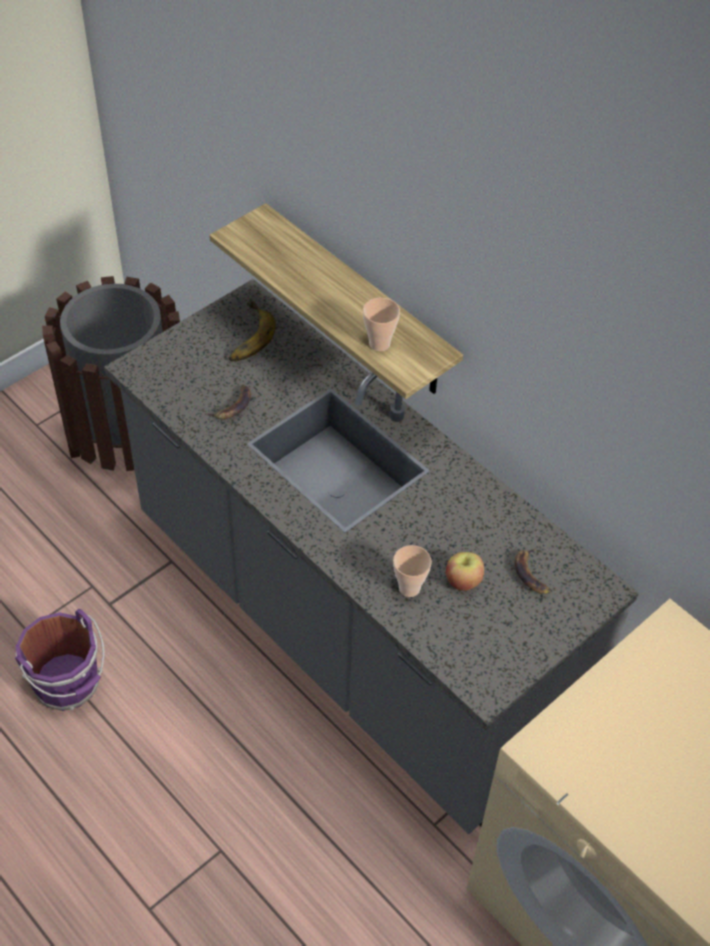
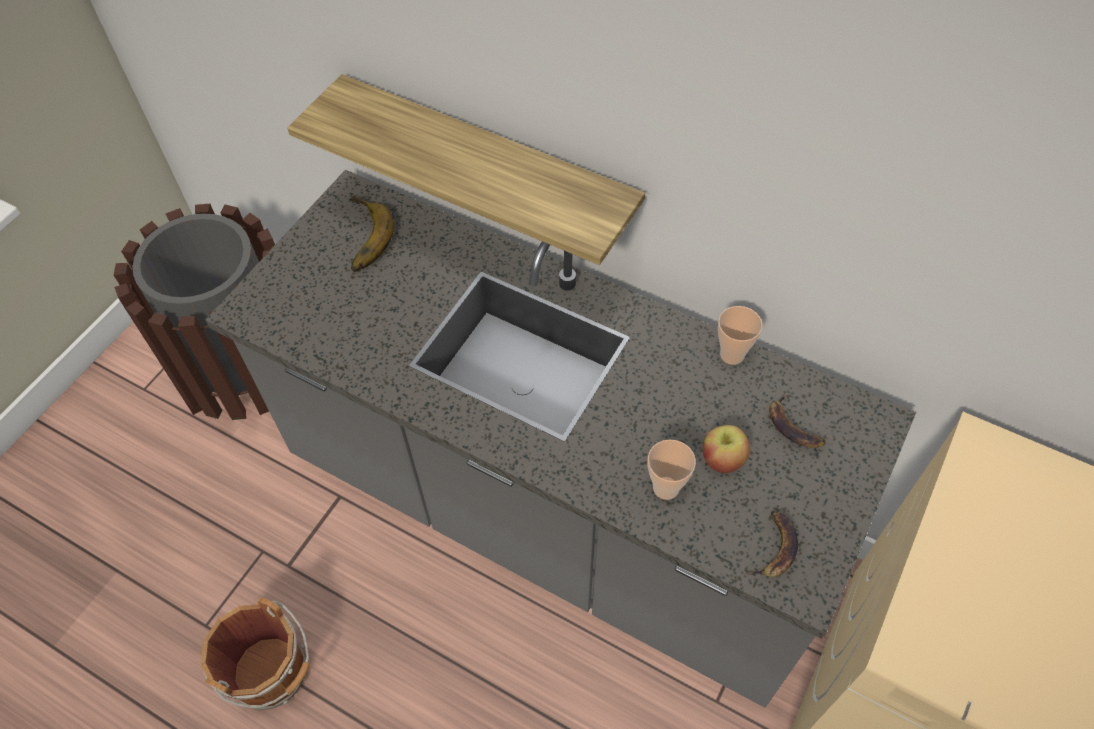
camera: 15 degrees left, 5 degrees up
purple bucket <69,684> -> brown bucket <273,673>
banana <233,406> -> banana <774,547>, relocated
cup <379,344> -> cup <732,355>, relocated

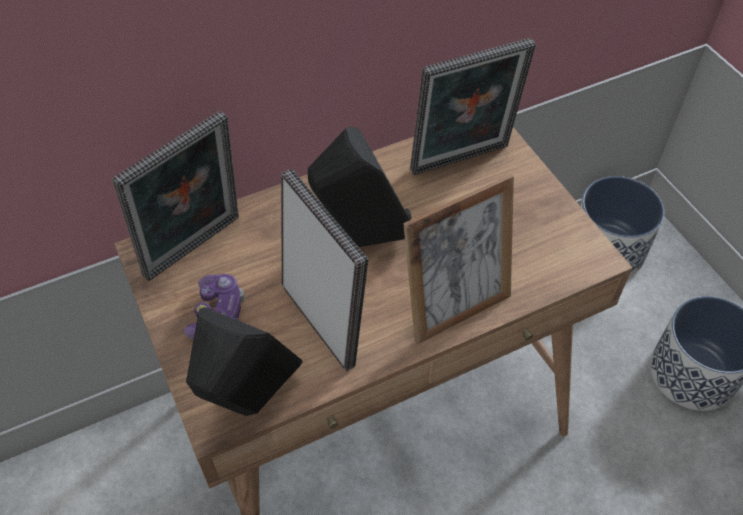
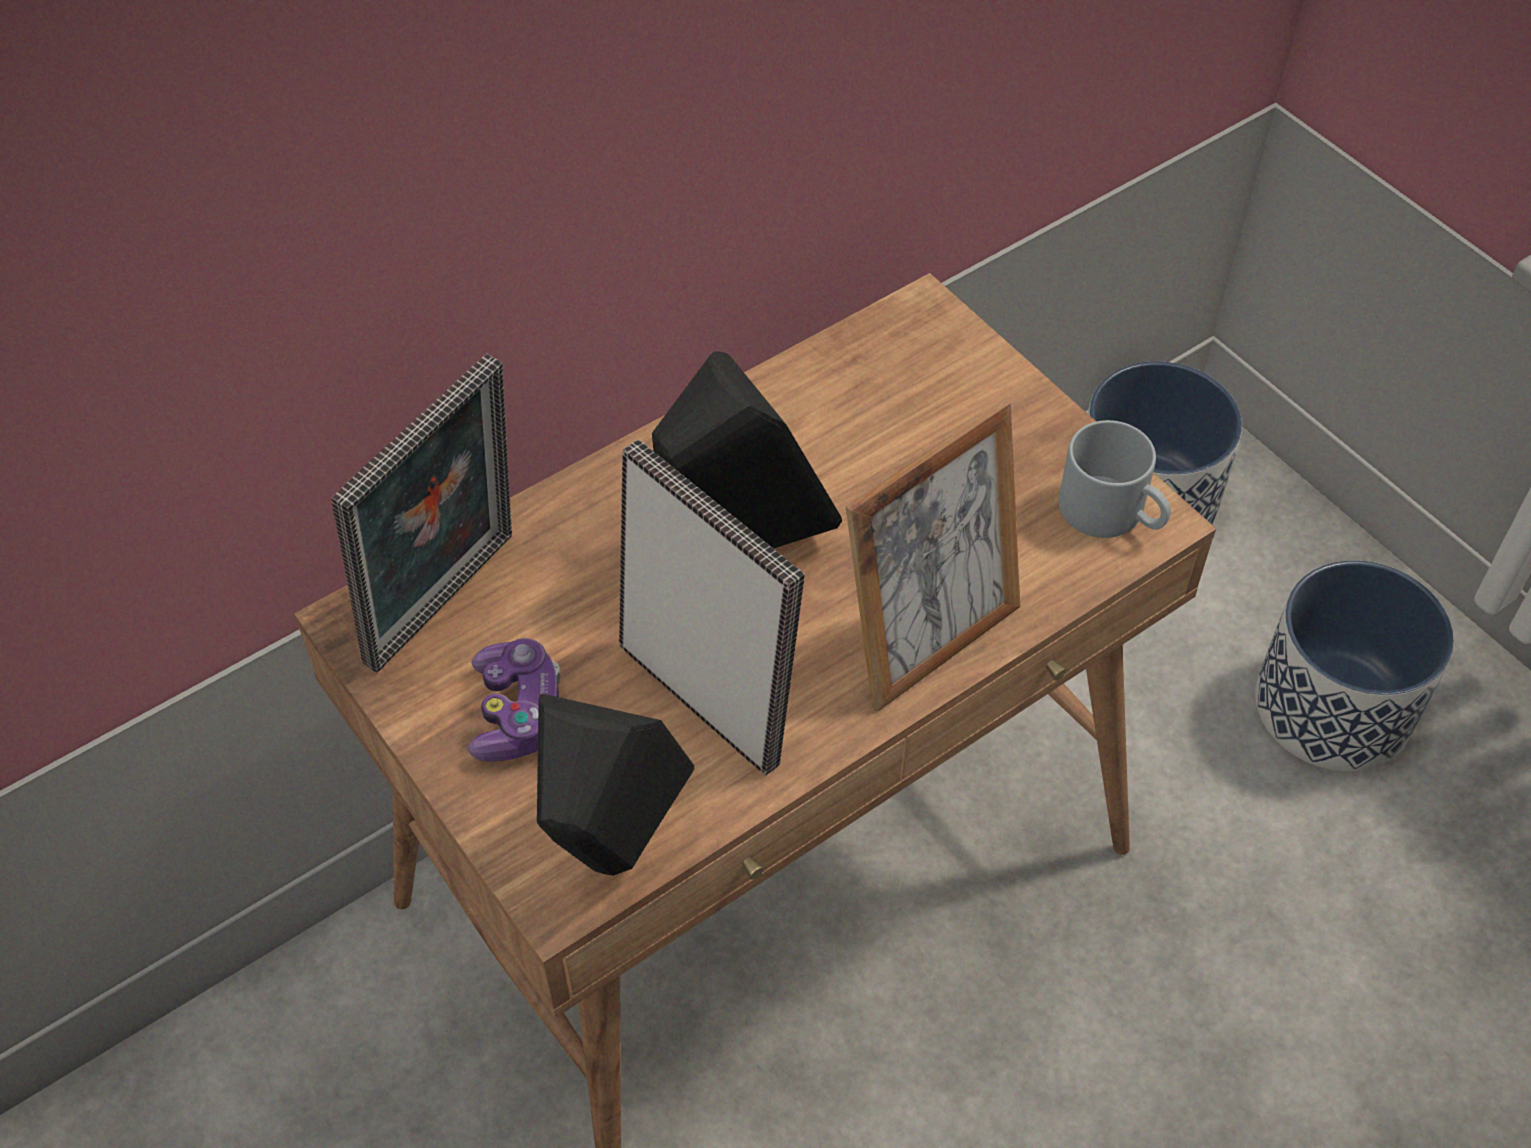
camera: 10 degrees left, 0 degrees up
picture frame <462,162> -> none
none -> grey mug <1114,513>

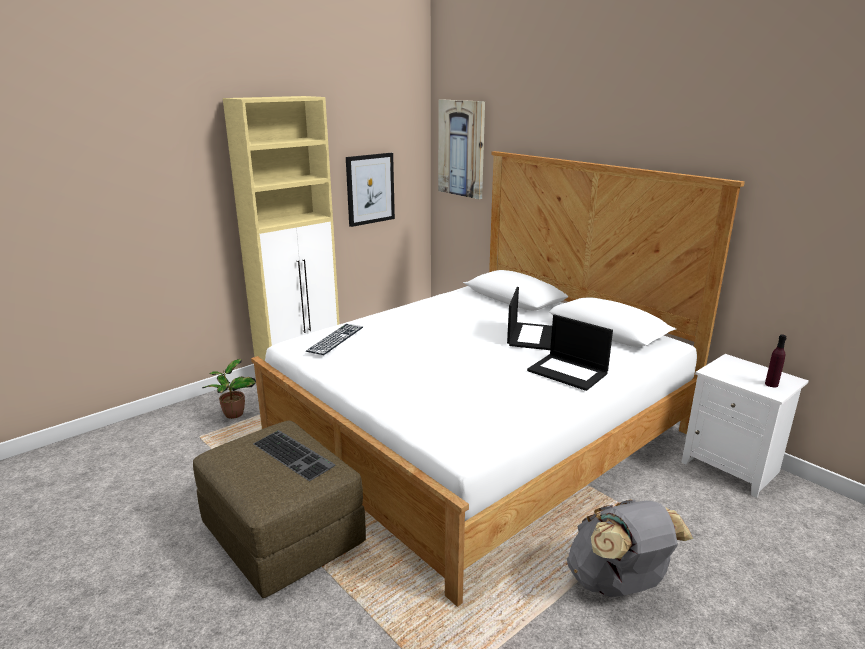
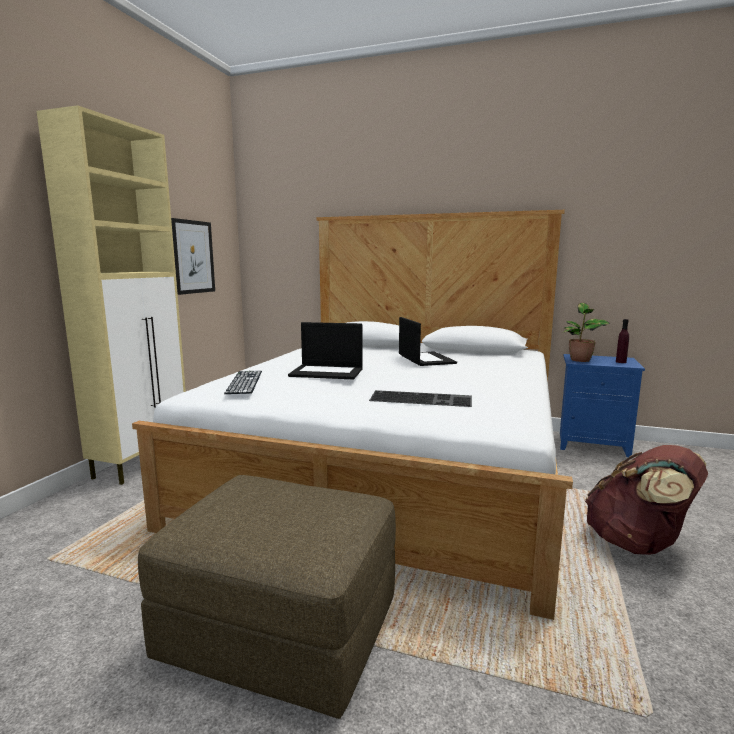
camera: 30 degrees left, 10 degrees down
potted plant <233,414> -> potted plant <580,360>, relocated
keyboard <295,454> -> keyboard <422,398>, relocated
picture <461,148> -> none
laptop <568,372> -> laptop <327,372>, relocated
grey backpack <618,584> -> brown backpack <638,544>
white nightstand <732,467> -> blue nightstand <593,444>

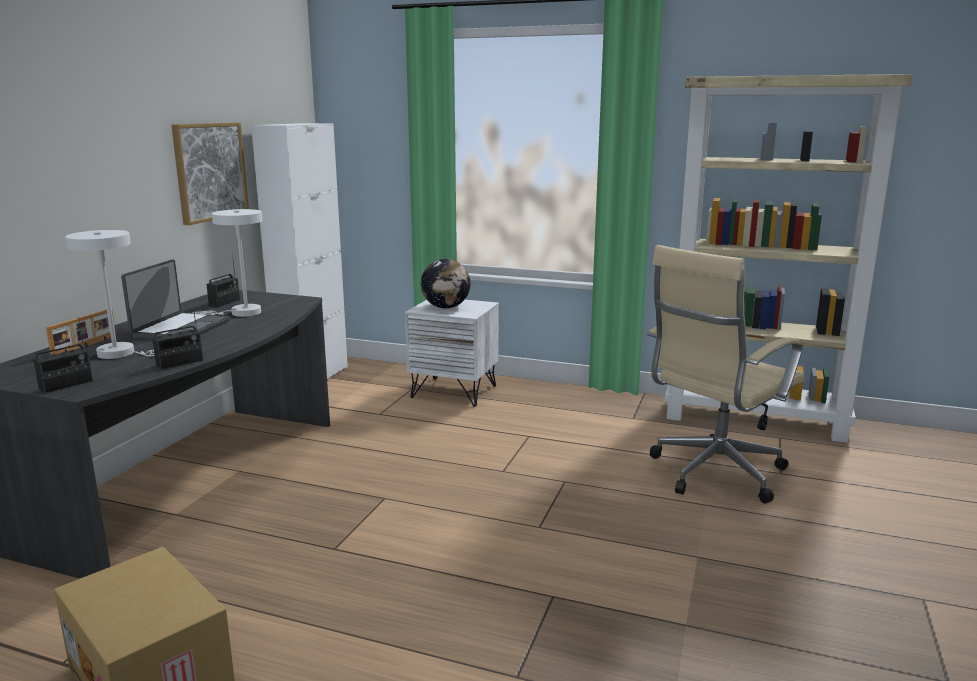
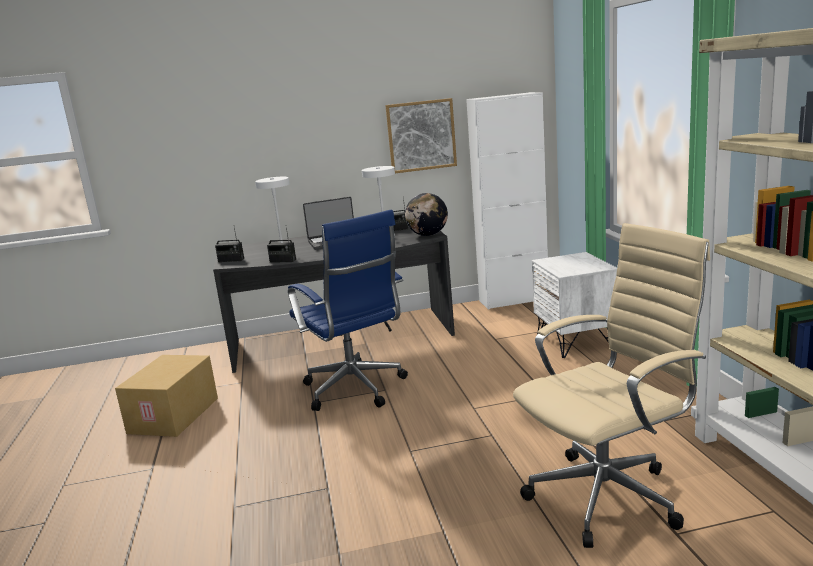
camera: 60 degrees right, 0 degrees up
picture frame <85,346> -> none
globe <446,307> -> globe <428,235>, relocated
beige office chair <713,474> -> beige office chair <609,495>, 135 degrees clockwise
none -> blue office chair <356,390>

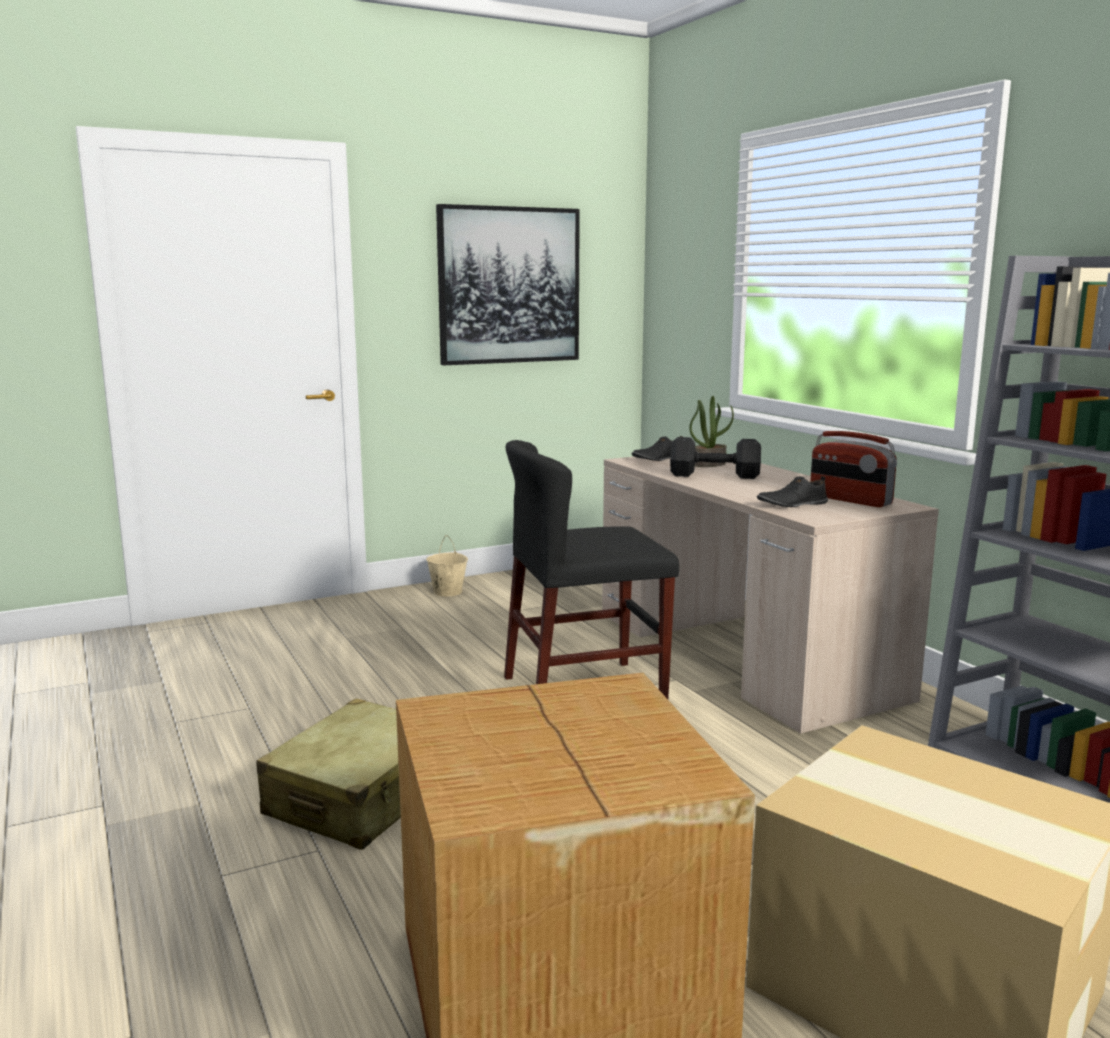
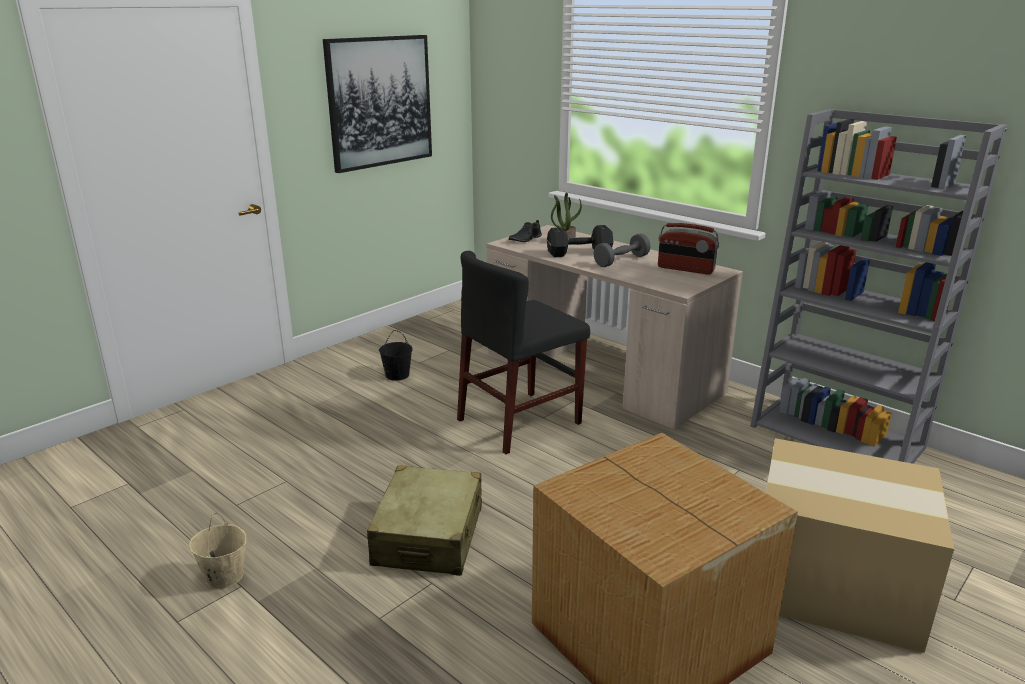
camera: 20 degrees left, 10 degrees up
beige bucket <447,592> -> beige bucket <224,576>, relocated
black shoe <792,504> -> none
none -> black bucket <397,375>
none -> grey dumbbell <621,261>

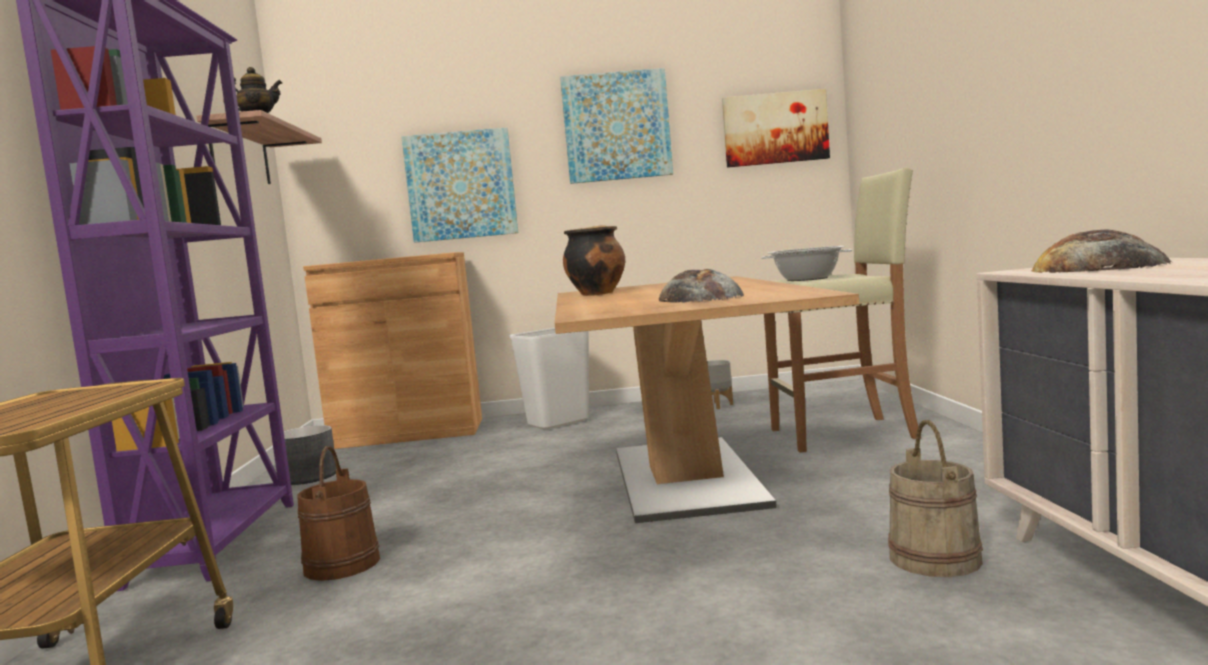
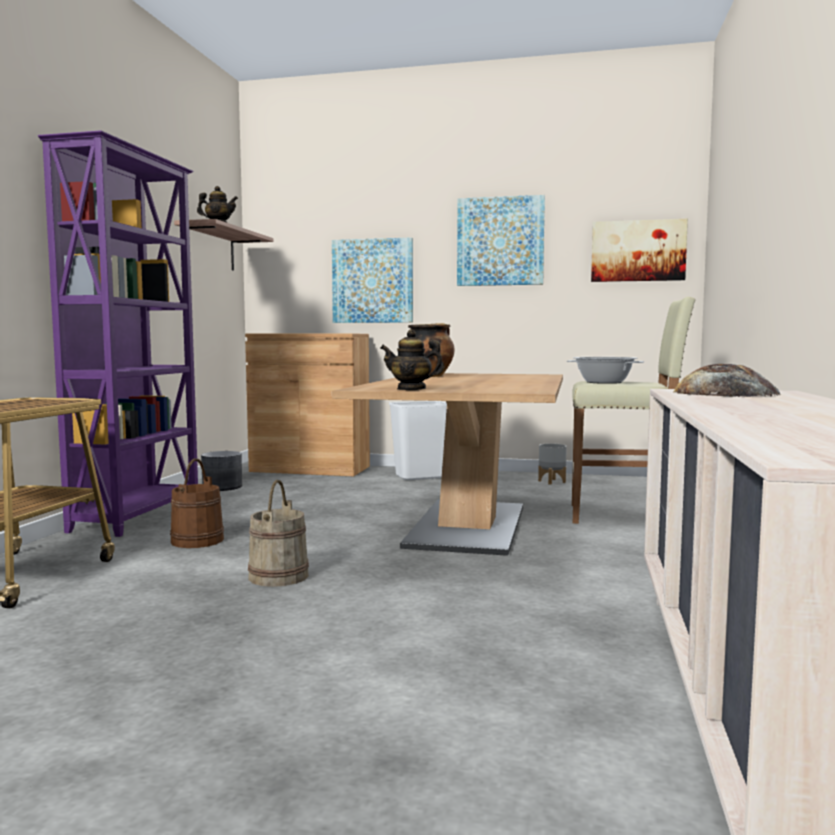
camera: 15 degrees right, 0 degrees up
bread <700,298> -> none
beige bucket <934,558> -> beige bucket <278,576>, relocated
none -> teapot <411,389>

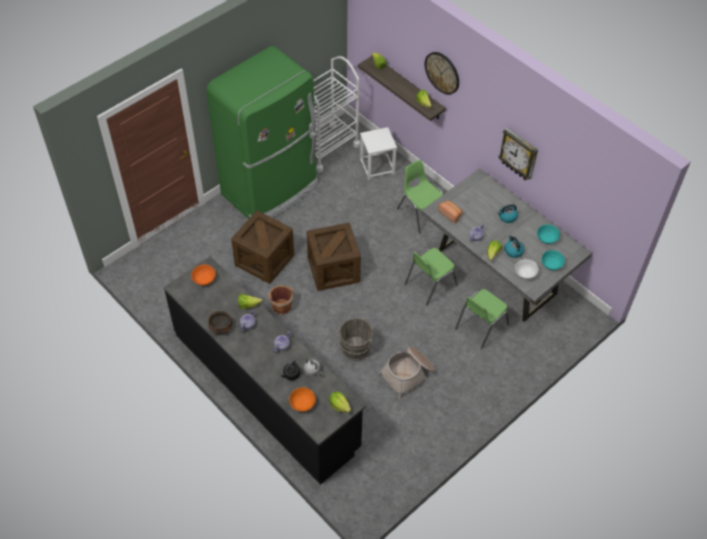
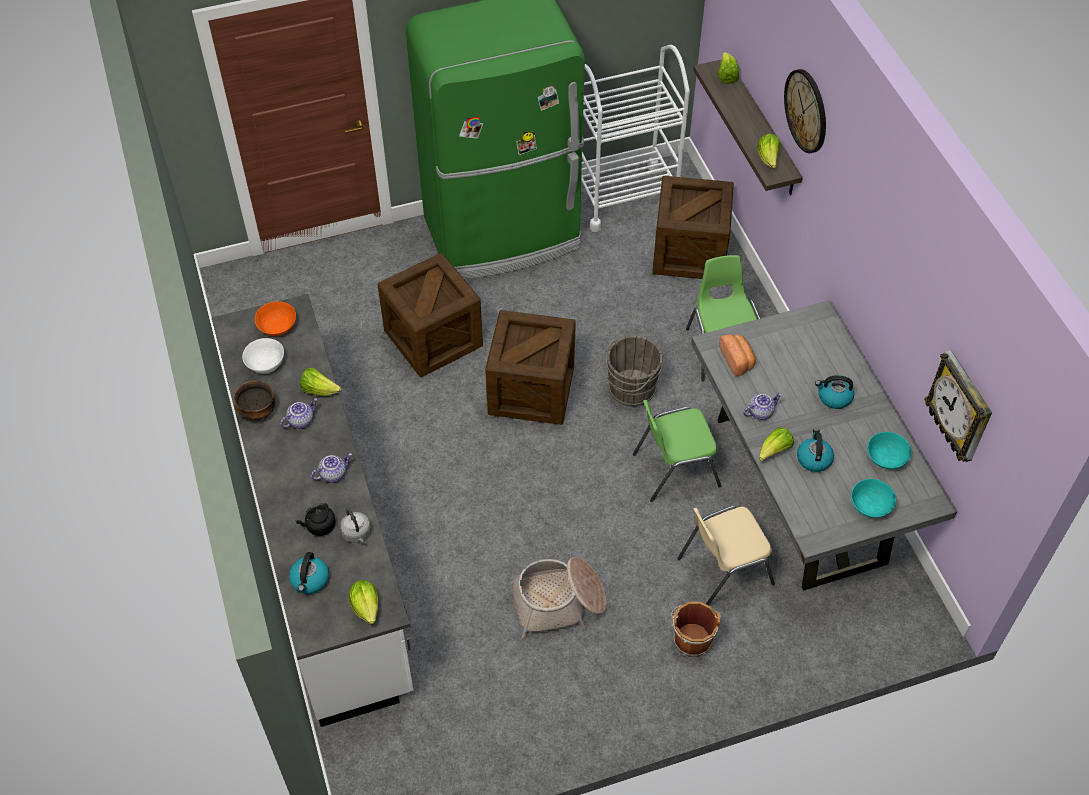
camera: 25 degrees right, 0 degrees up
black counter <266,390> -> white counter <323,541>
brown bucket <281,306> -> brown bucket <692,638>, relocated
orange bowl <302,403> -> kettle <310,580>
grey bucket <354,350> -> grey bucket <629,390>, relocated
white stool <377,167> -> crate <689,252>
green chair <480,326> -> beige chair <723,570>
wall clock <519,154> -> wall clock <960,408>, relocated
white bowl <525,273> -> white bowl <265,364>, relocated

